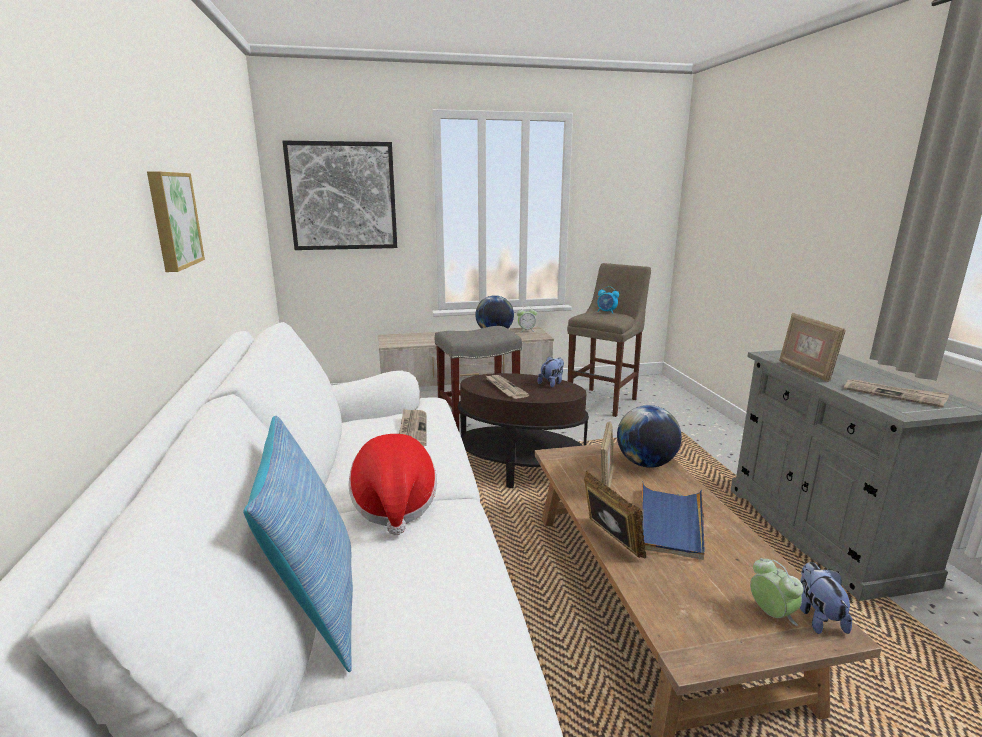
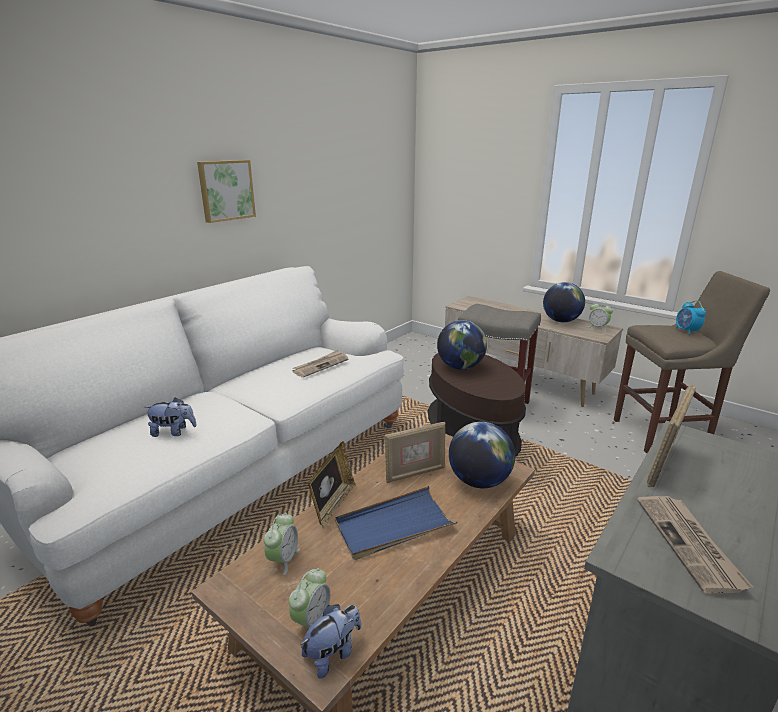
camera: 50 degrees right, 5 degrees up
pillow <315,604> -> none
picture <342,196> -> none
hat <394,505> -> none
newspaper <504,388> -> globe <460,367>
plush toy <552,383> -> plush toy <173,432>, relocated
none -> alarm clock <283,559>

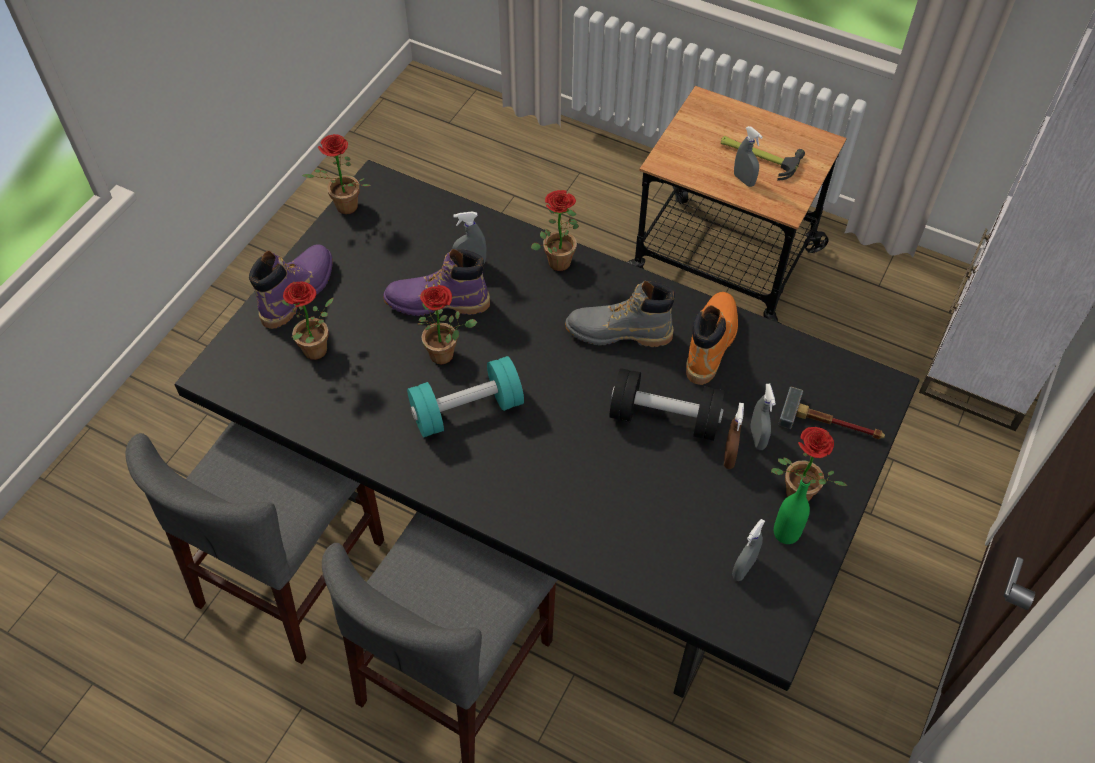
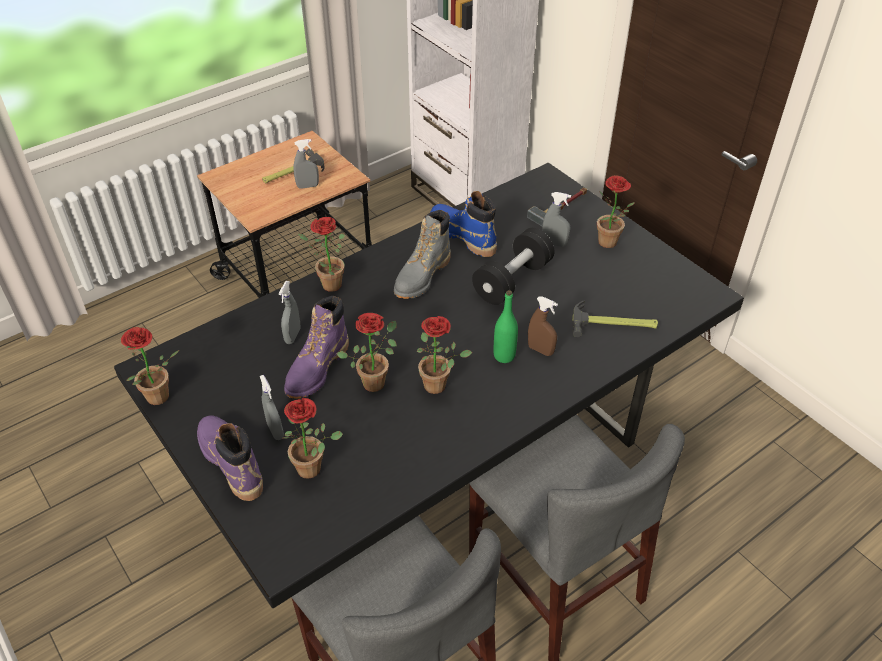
camera: 65 degrees left, 10 degrees down
turquoise dumbbell <467,410> -> potted plant <439,385>
orange boot <711,343> -> blue boot <462,236>
brown spray bottle <729,456> -> brown spray bottle <540,350>, relocated
grey spray bottle <743,568> -> grey spray bottle <275,430>, relocated
green bottle <786,533> -> green bottle <504,356>, relocated
none -> hammer <614,324>

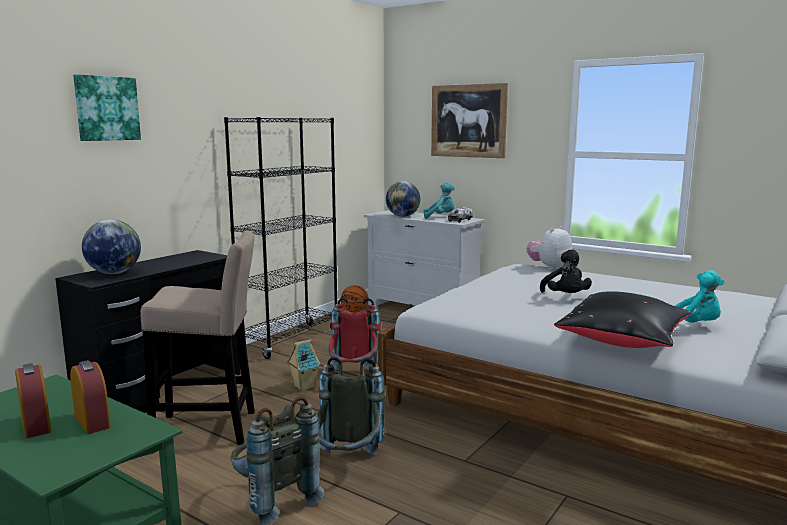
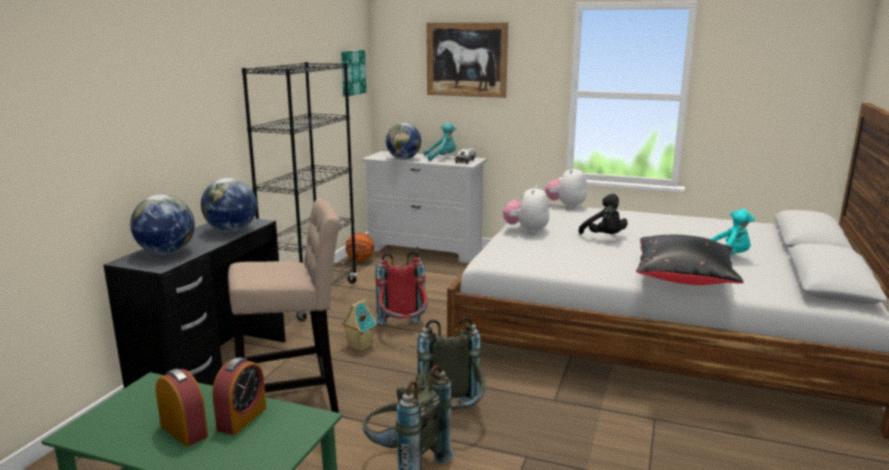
camera: 15 degrees left, 5 degrees up
alarm clock <92,421> -> alarm clock <242,418>, 75 degrees clockwise
picture <106,108> -> picture <352,72>, relocated
none -> globe <231,230>
none -> plush toy <526,230>

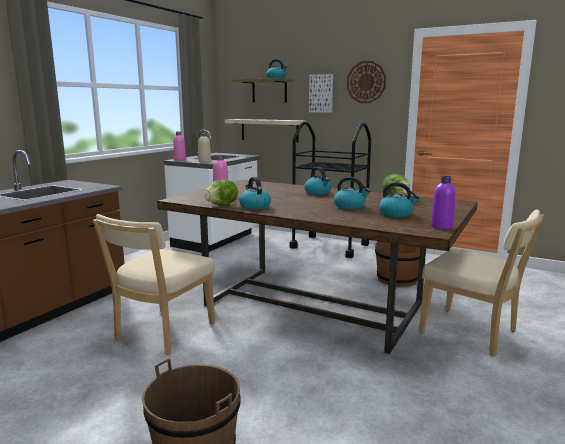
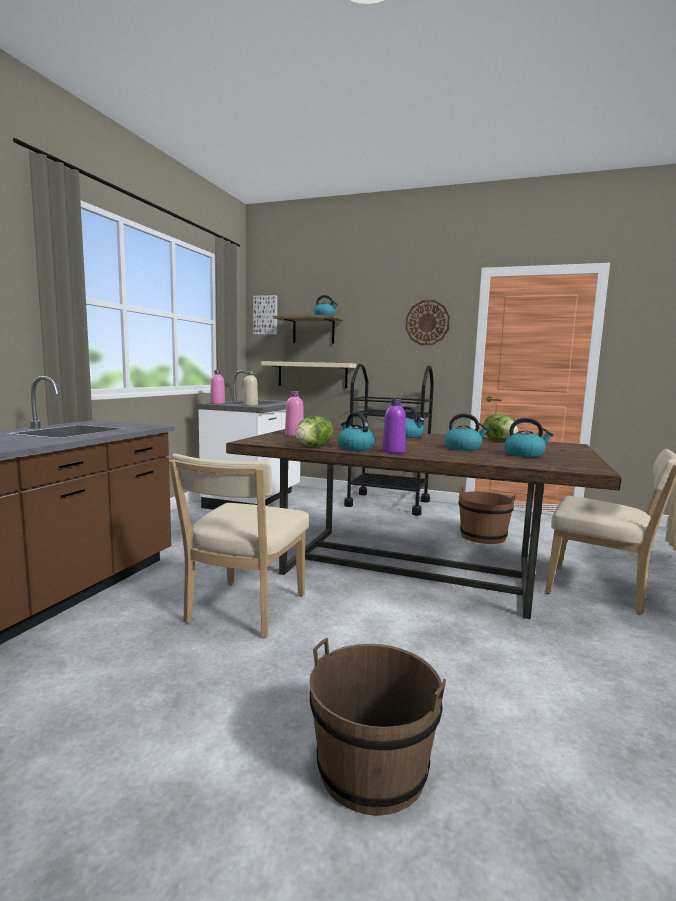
camera: 10 degrees left, 5 degrees down
picture <321,93> -> picture <266,315>, relocated
purple bottle <441,226> -> purple bottle <393,451>, relocated

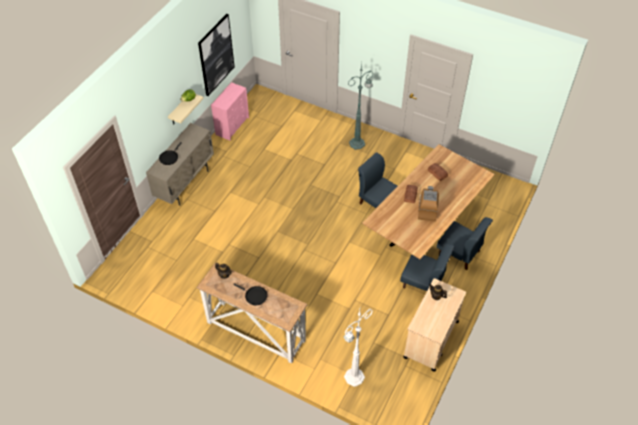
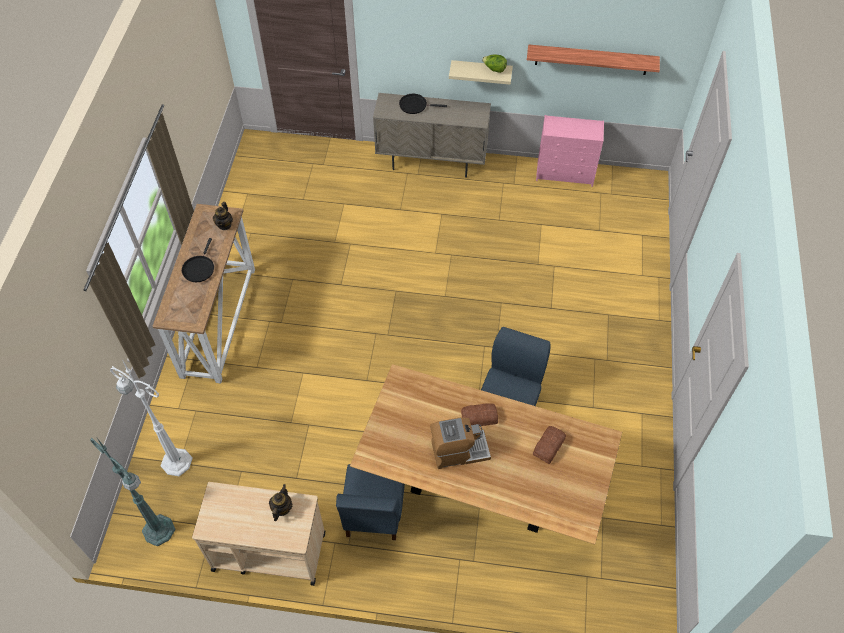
camera: 70 degrees right, 5 degrees up
picture <216,55> -> shelf <591,59>
green floor lamp <357,143> -> green floor lamp <160,531>, relocated
blue chair <459,253> -> none

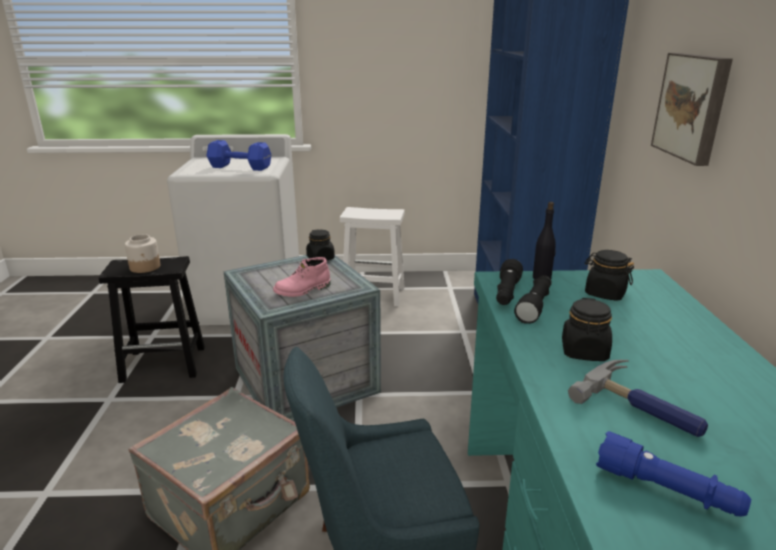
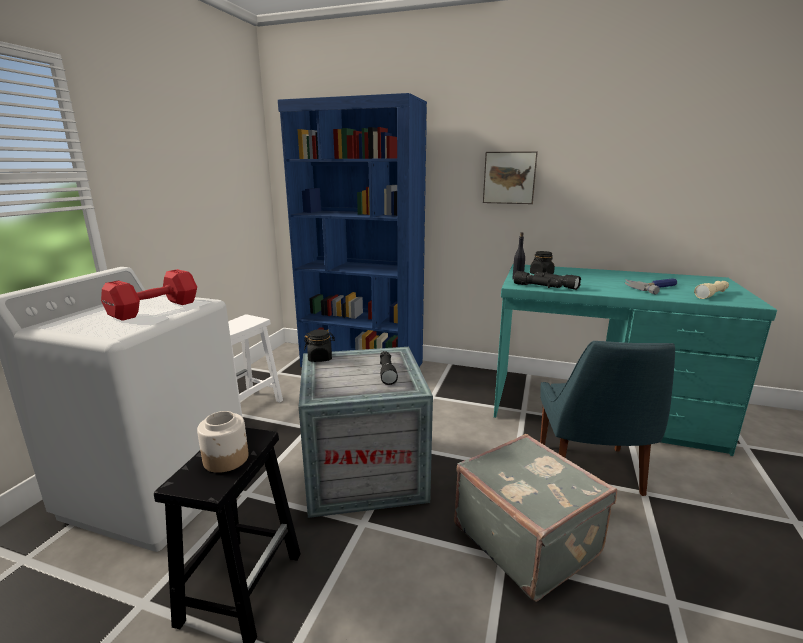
camera: 70 degrees left, 5 degrees down
blue dumbbell <241,167> -> red dumbbell <157,309>
pink boot <303,290> -> black flashlight <386,372>
black jar <584,351> -> none
blue flashlight <667,491> -> beige flashlight <712,295>

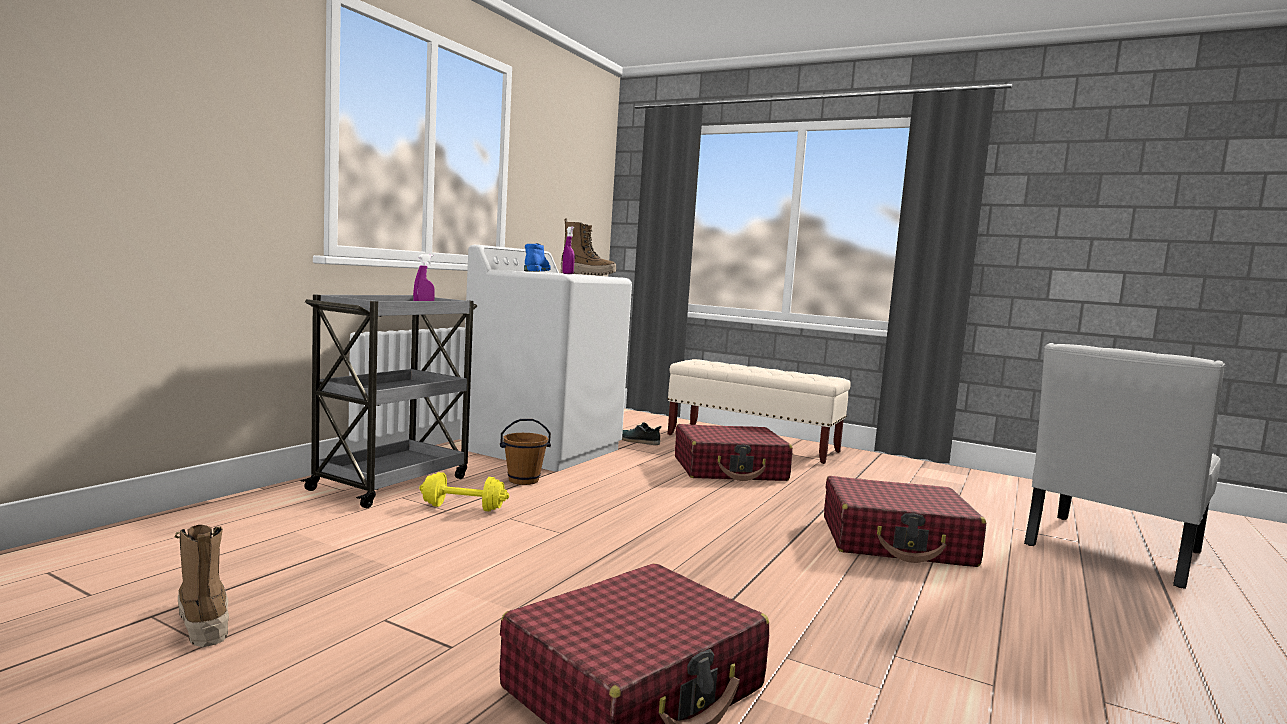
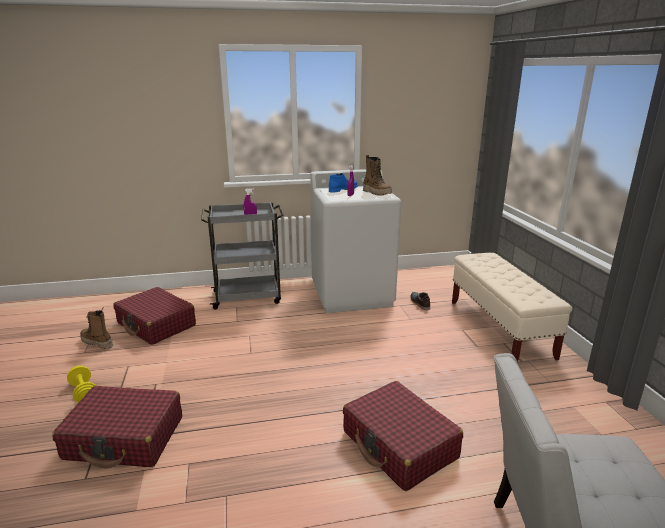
camera: 50 degrees right, 15 degrees up
boot <203,621> -> boot <97,343>, 75 degrees counterclockwise
yellow dumbbell <463,508> -> yellow dumbbell <84,393>, relocated
brown bucket <523,480> -> none
red suitcase <730,469> -> red suitcase <156,325>, relocated

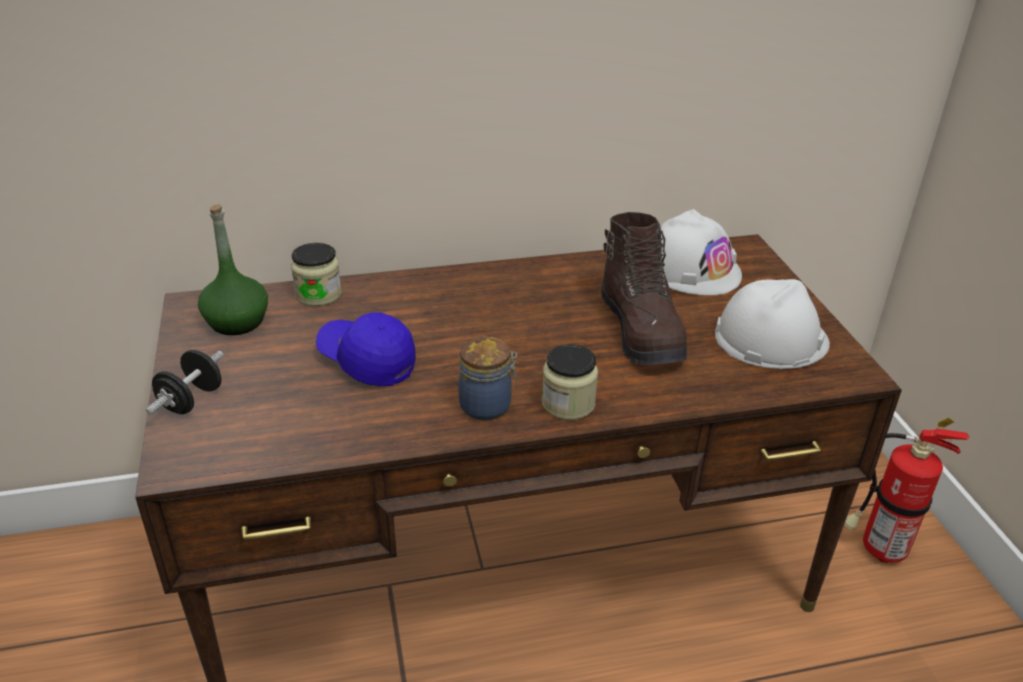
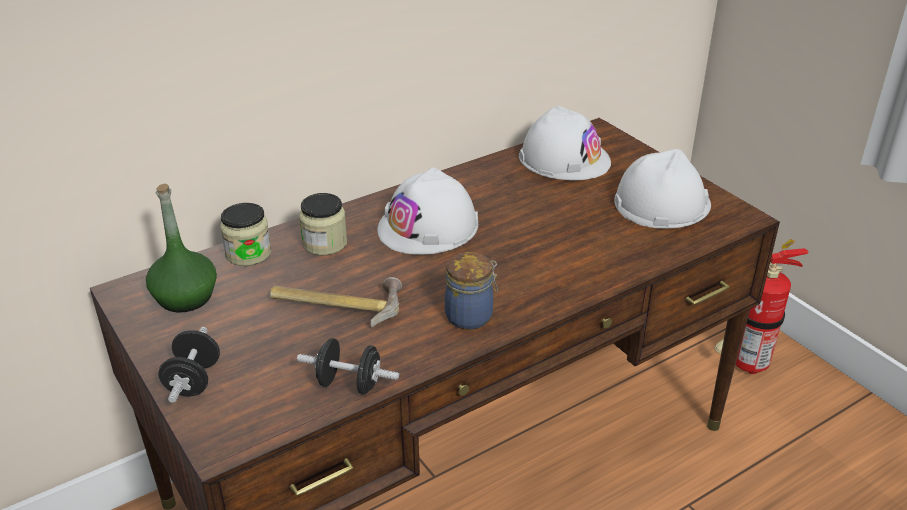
camera: 20 degrees left, 0 degrees up
blue cap <367,361> -> hammer <337,303>
jar <568,403> -> jar <325,243>, relocated
brown boot <642,331> -> none
none -> black dumbbell <349,384>
none -> white hard hat <428,227>

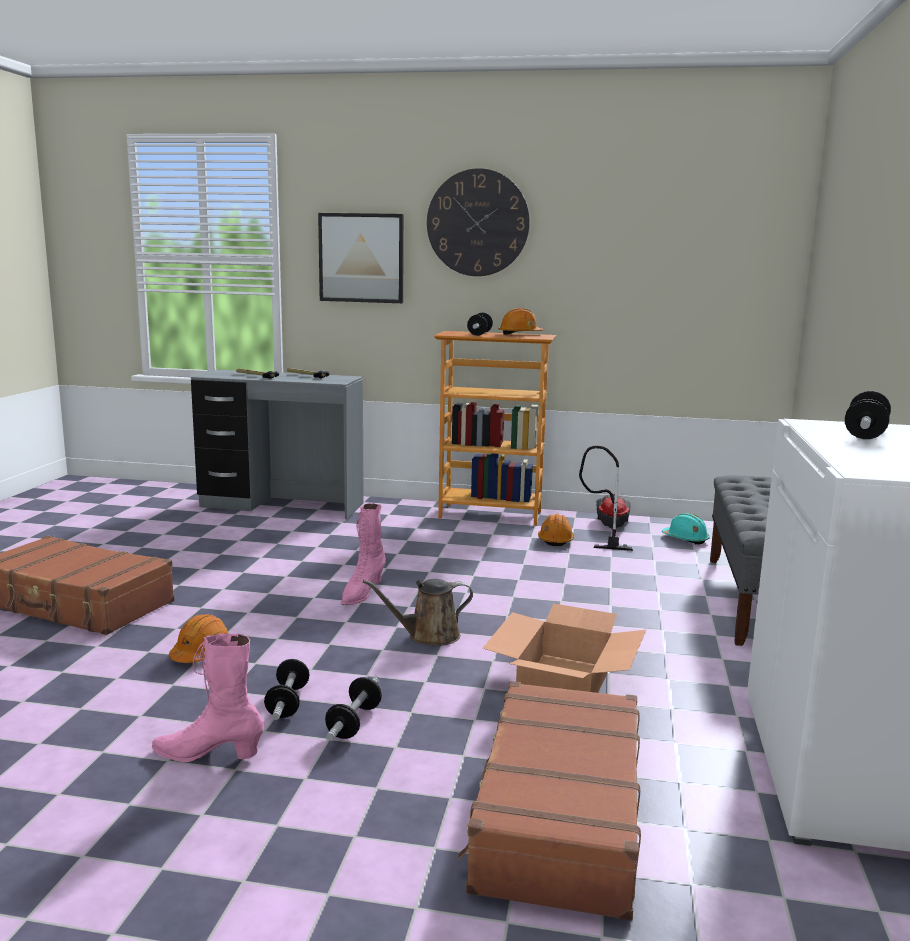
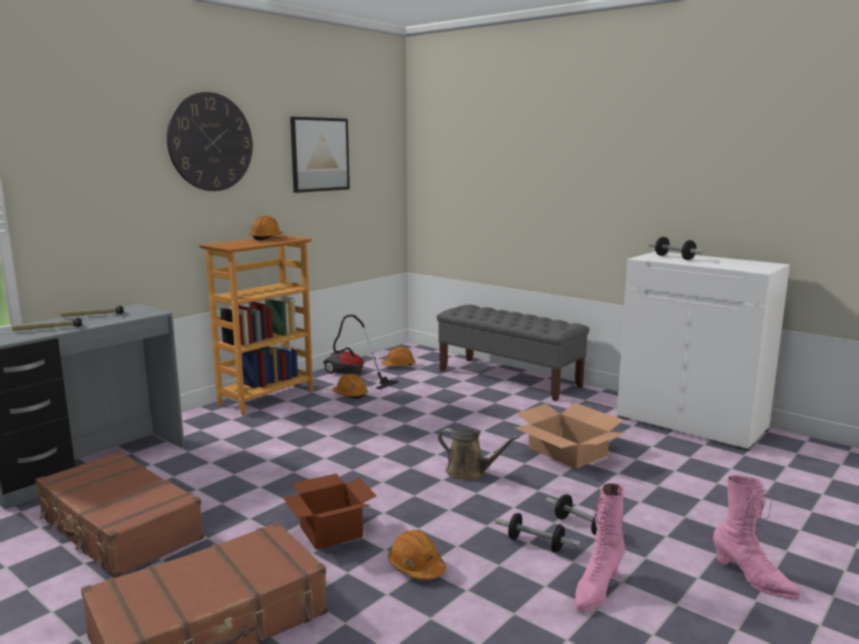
camera: 60 degrees left, 0 degrees up
picture <361,258> -> picture <320,154>, relocated
pink boot <362,593> -> pink boot <752,579>, relocated
brown watering can <428,636> -> brown watering can <469,473>, 75 degrees counterclockwise
brown suitcase <557,814> -> brown suitcase <119,529>, relocated
dumbbell <479,334> -> none
turquoise hard hat <685,539> -> orange hard hat <399,365>
none -> cardboard box <331,530>

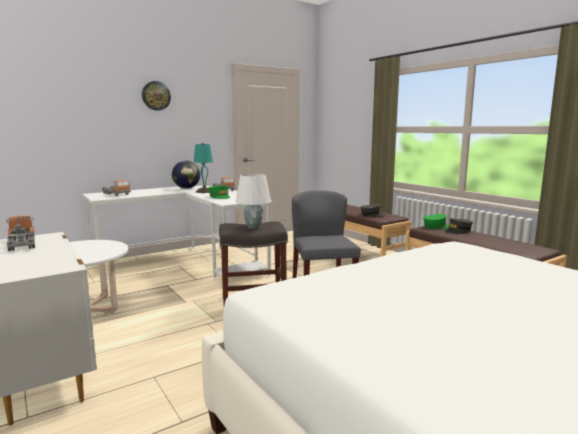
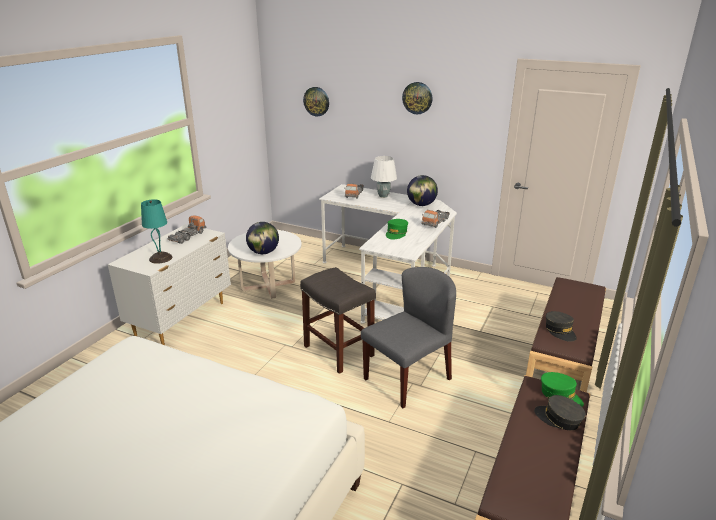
camera: 60 degrees right, 15 degrees up
turquoise table lamp <204,191> -> turquoise table lamp <161,258>, relocated
white table lamp <254,227> -> white table lamp <383,196>, relocated
none -> globe <263,252>
none -> wall clock <316,101>

